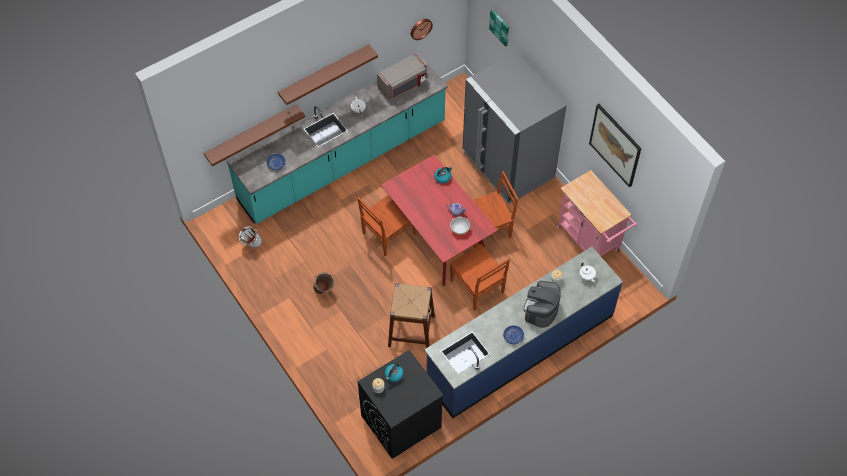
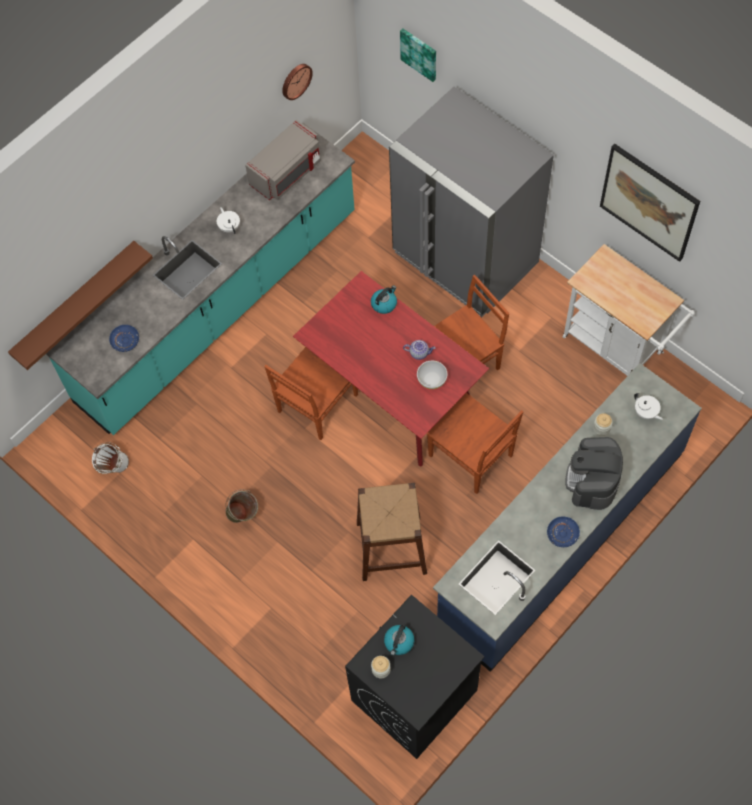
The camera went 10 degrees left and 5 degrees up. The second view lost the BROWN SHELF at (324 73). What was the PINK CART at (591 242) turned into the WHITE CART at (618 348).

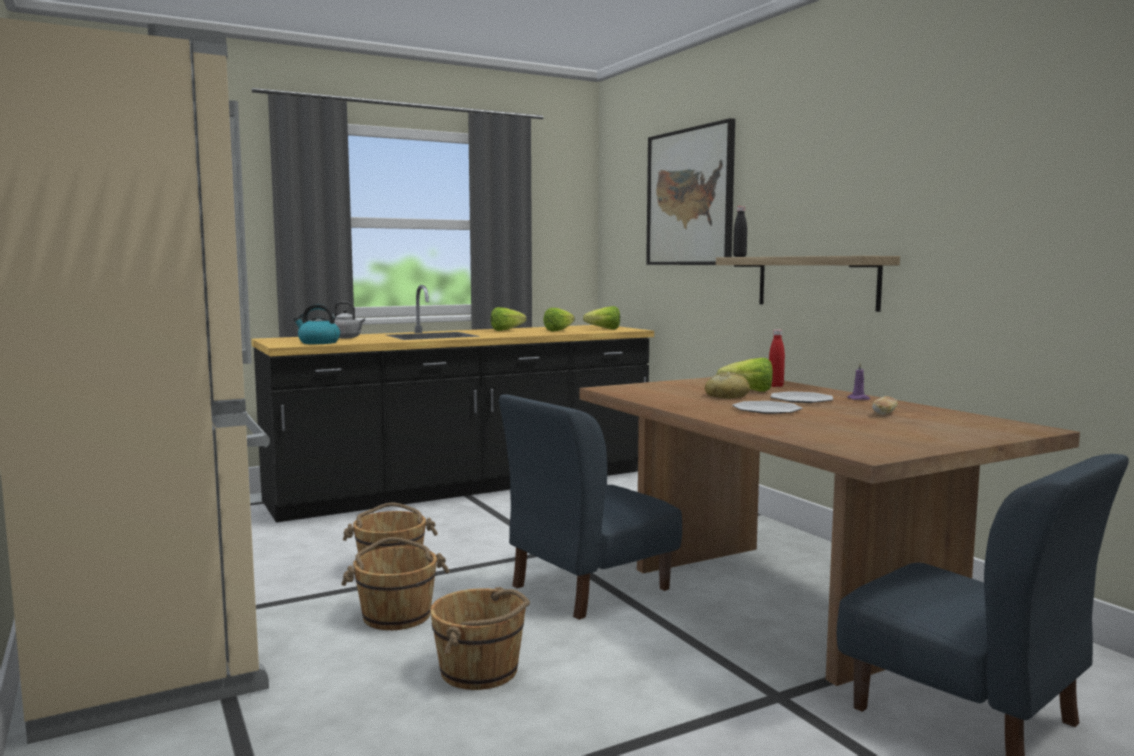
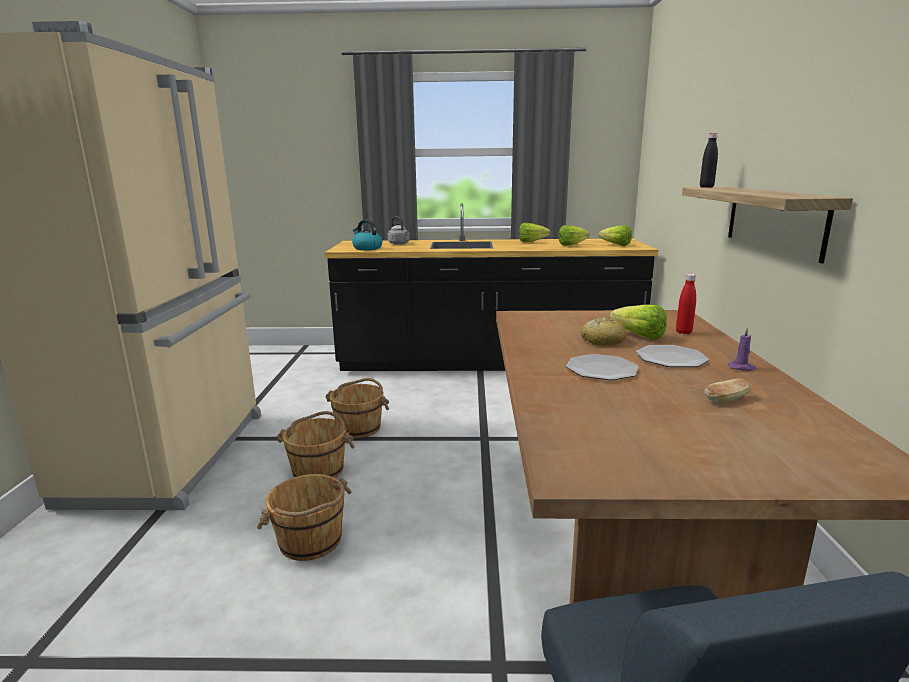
The camera went 30 degrees right and 10 degrees up. The second view lost the BLUE CHAIR at (588 587). The second view lost the PICTURE at (690 197).

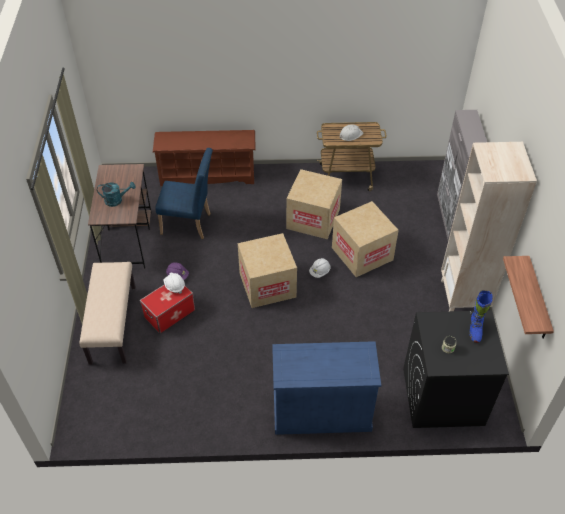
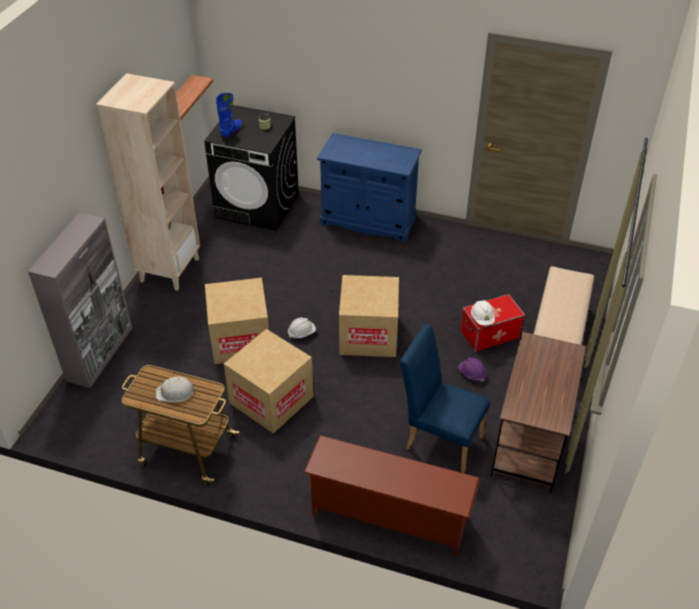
The camera went 160 degrees left and 5 degrees down. The second view lost the TURQUOISE WATERING CAN at (117 200).

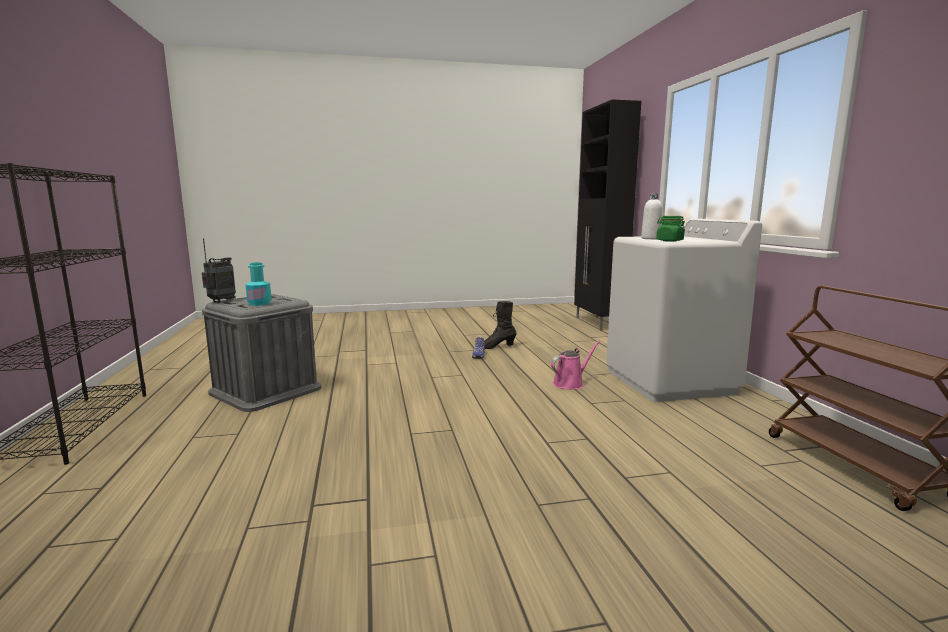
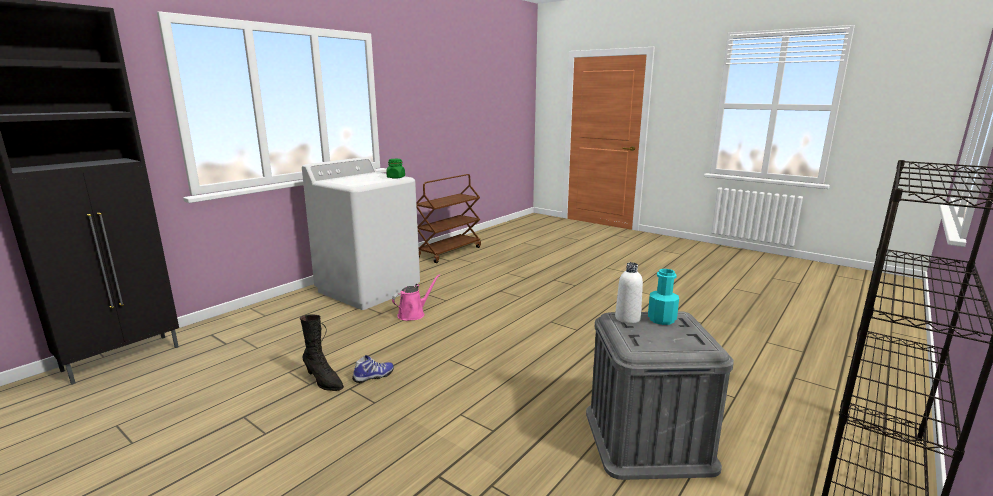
The camera went 130 degrees left and 5 degrees up. The second view lost the RADIO at (222 301). The PINK WATERING CAN at (570 383) ended up facing another way, 120 degrees clockwise from before. The WHITE BOTTLE ended up elsewhere, having gone from (650 238) to (627 318).

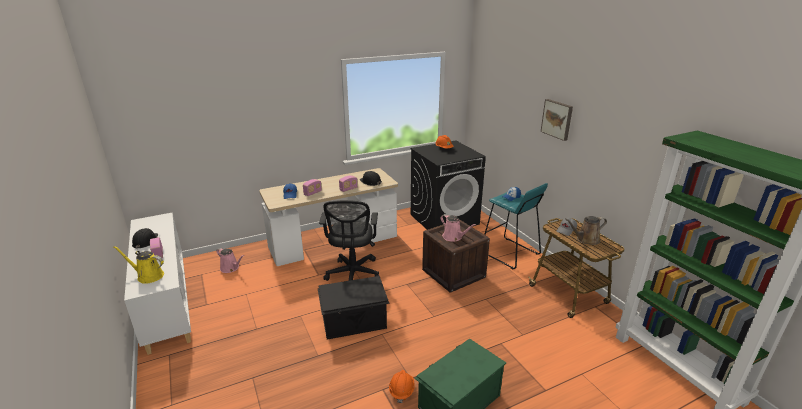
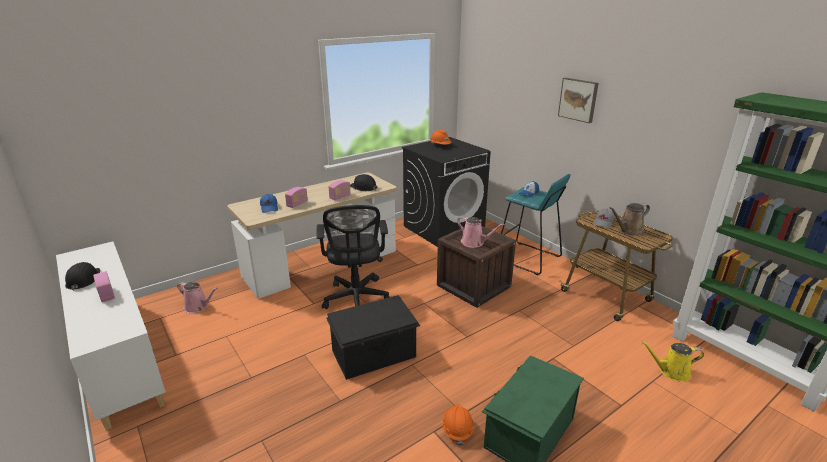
The camera went 10 degrees left and 0 degrees up. The YELLOW WATERING CAN ended up elsewhere, having gone from (148 276) to (671 371).

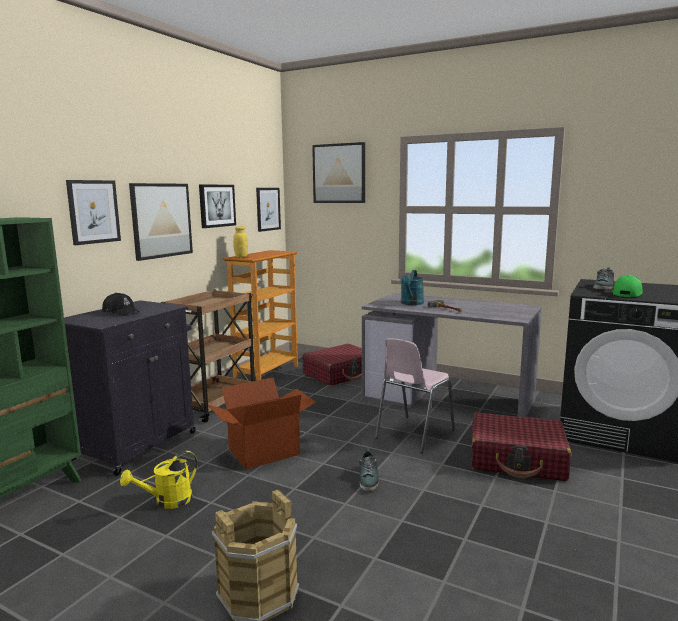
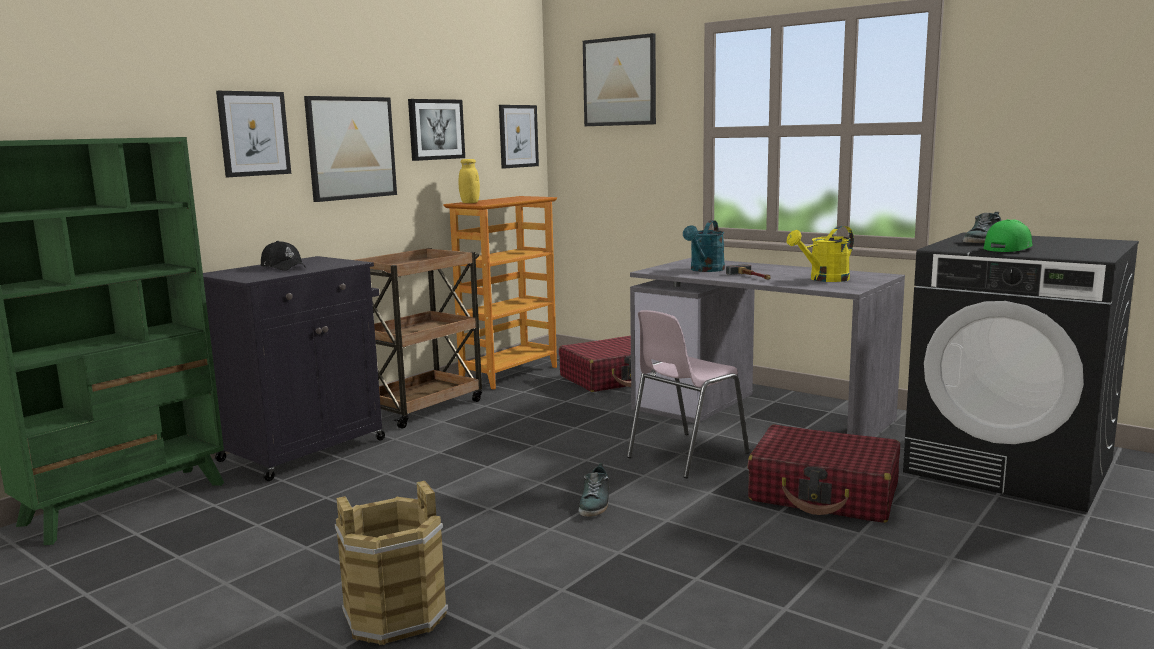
The camera went 10 degrees right and 0 degrees up. The YELLOW WATERING CAN ended up elsewhere, having gone from (167 502) to (824 279). The second view lost the CARDBOARD BOX at (263 451).

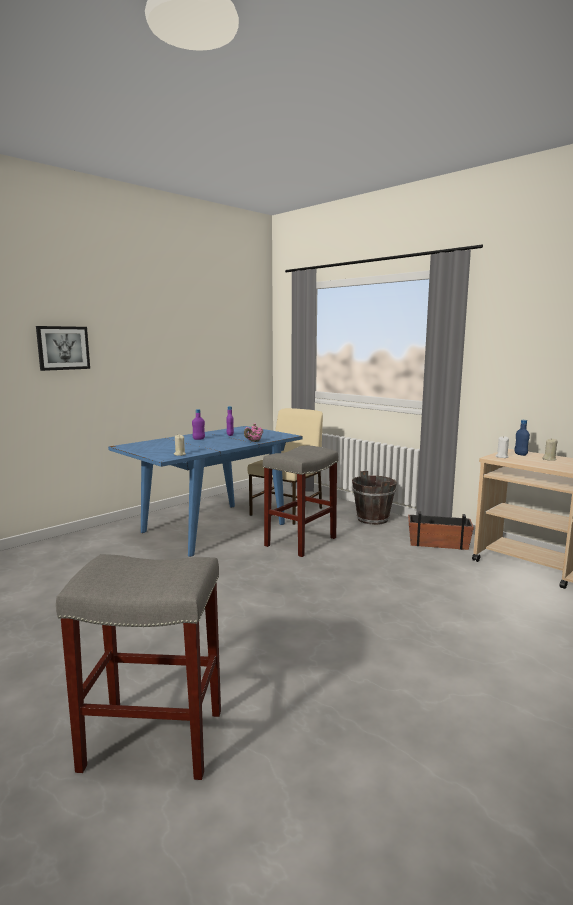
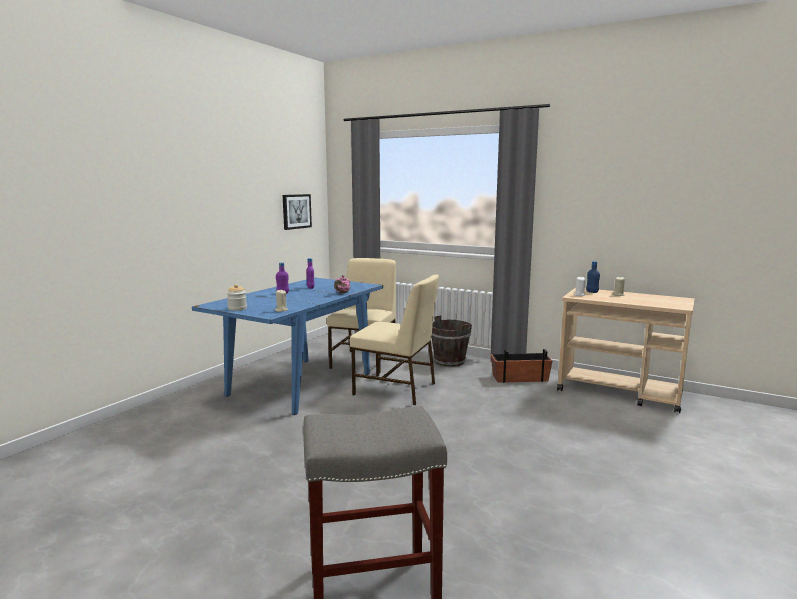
The camera went 15 degrees left and 0 degrees up. The PICTURE ended up elsewhere, having gone from (63 348) to (296 211). Where the GREY STOOL stood at (300 542), the BEIGE CHAIR came to stand at (396 389). The second view gained the JAR at (237 308).

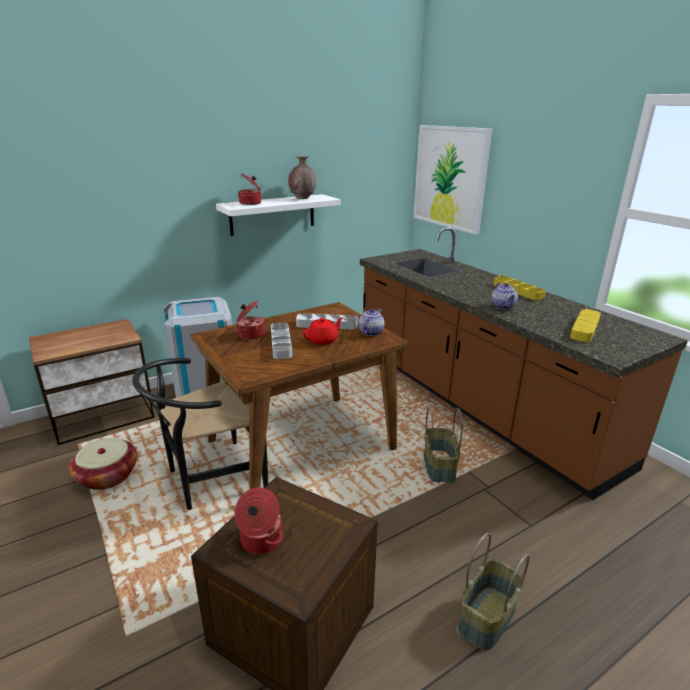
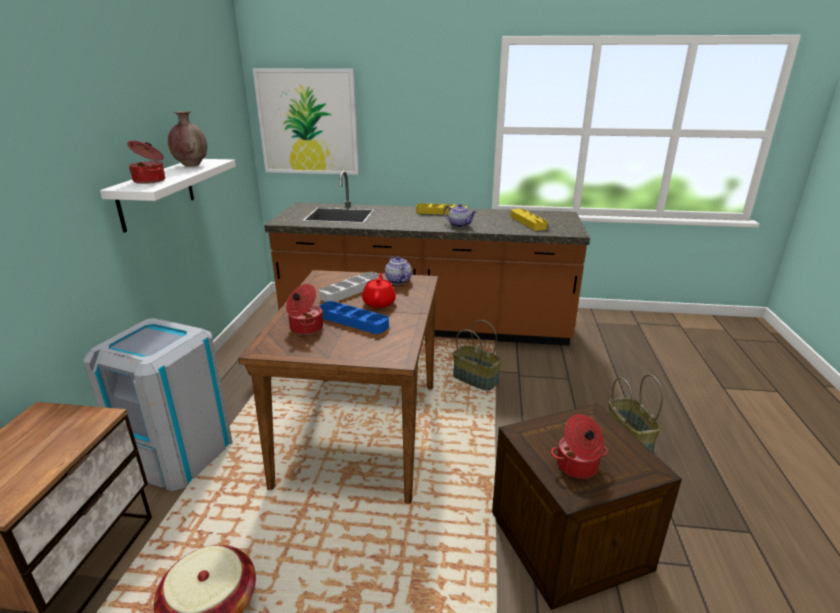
The camera went 50 degrees left and 0 degrees up. The second view lost the BLACK CHAIR at (208 480). What was the GREY TRAY at (281 343) turned into the BLUE TRAY at (353 321).

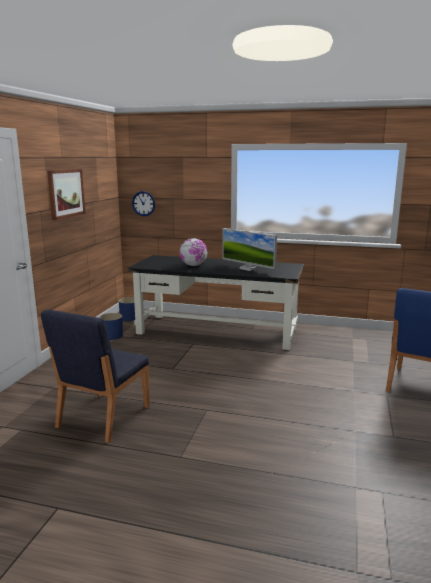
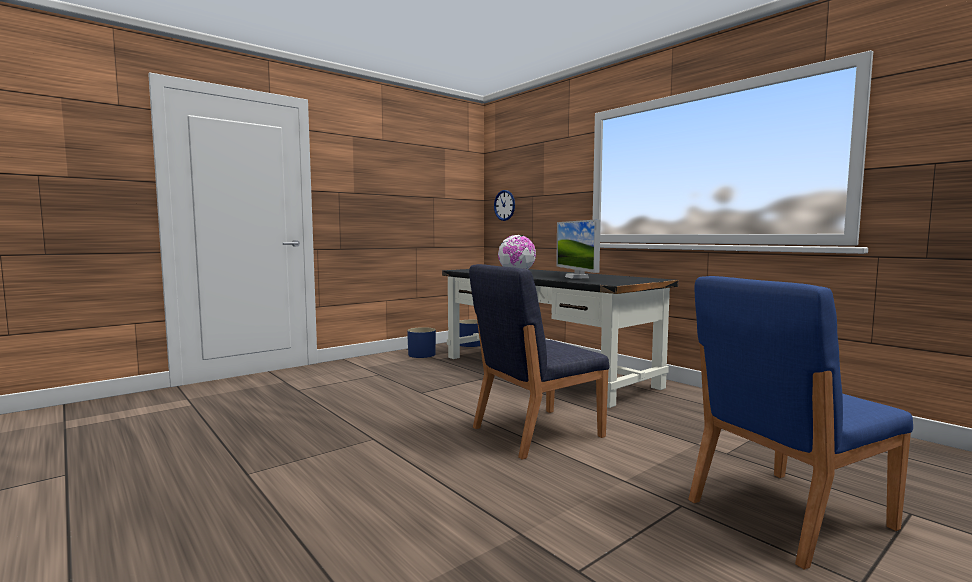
The camera went 35 degrees right and 10 degrees down. The BLUE CHAIR ended up elsewhere, having gone from (102 417) to (535 432). The second view lost the PICTURE at (66 193).

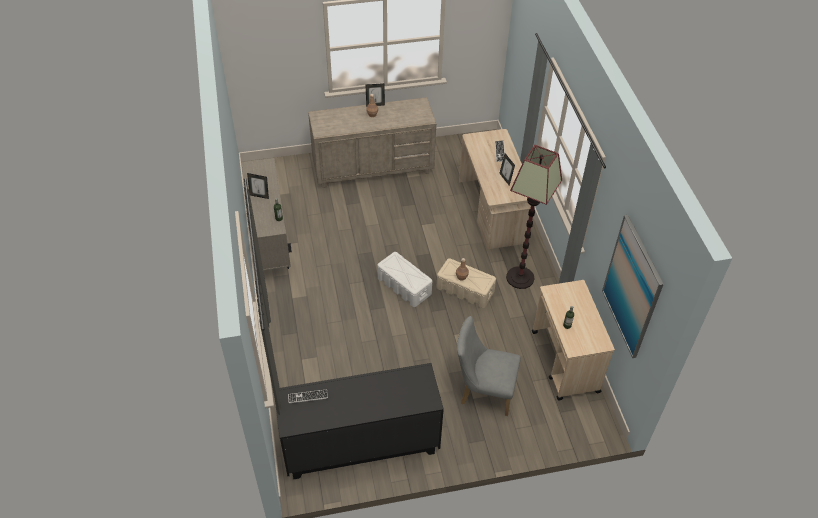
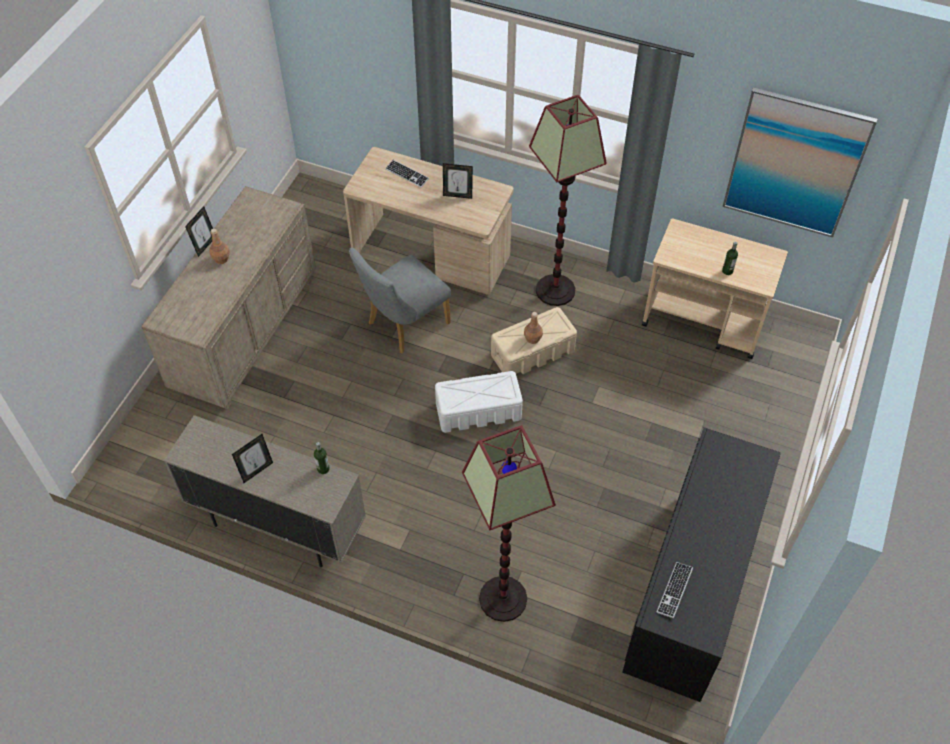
The camera went 55 degrees left and 5 degrees up. The GREY CHAIR ended up elsewhere, having gone from (483 391) to (403 326). The second view gained the FLOOR LAMP at (502 599).

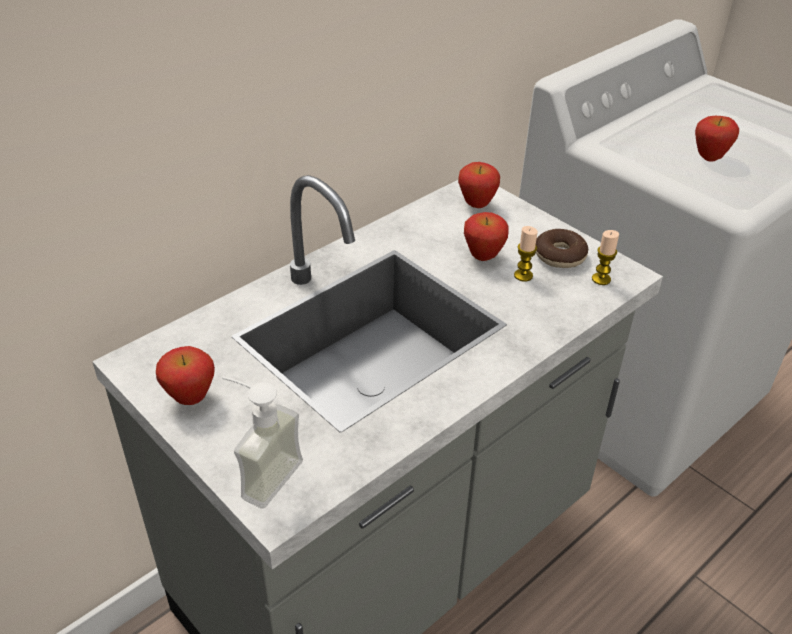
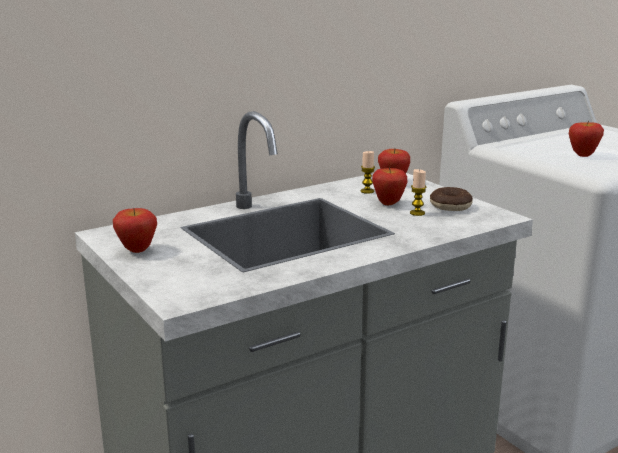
The camera went 10 degrees right and 20 degrees down. The second view lost the SOAP DISPENSER at (260 474). The CANDLE ended up elsewhere, having gone from (601 279) to (367 191).

